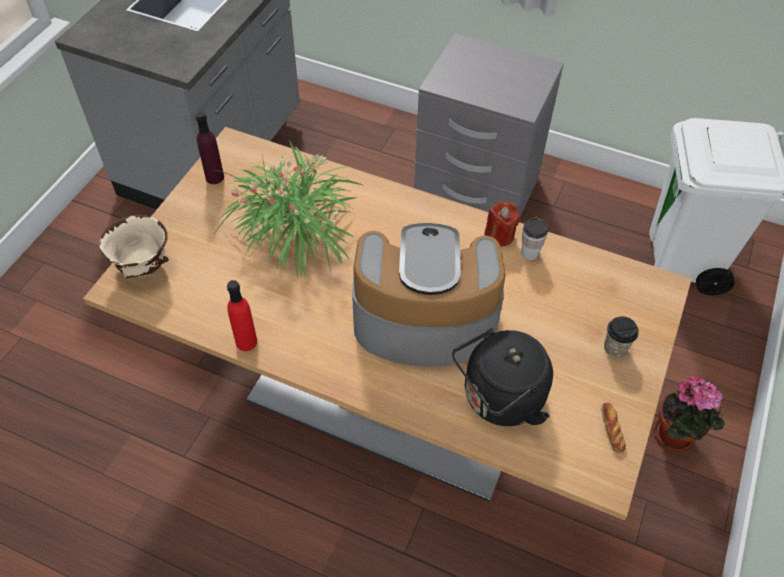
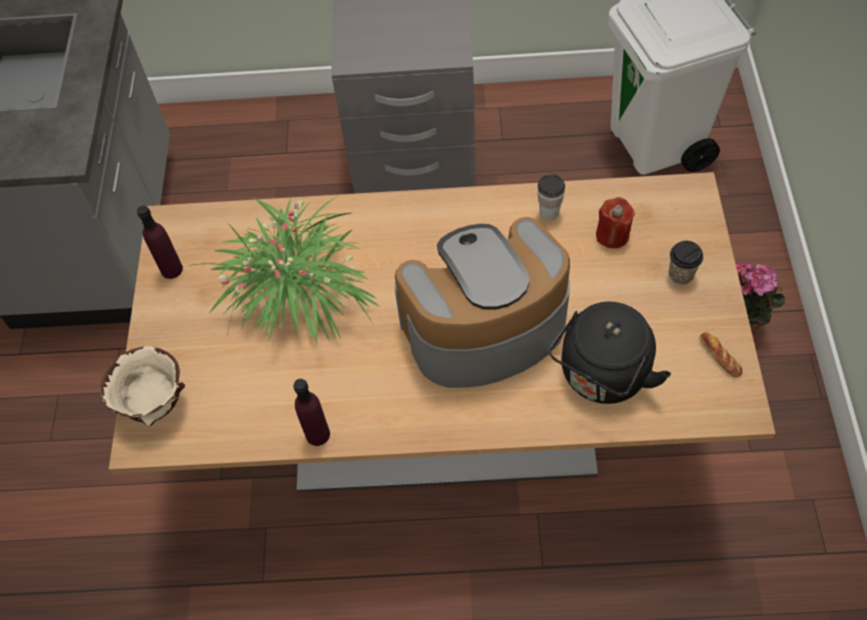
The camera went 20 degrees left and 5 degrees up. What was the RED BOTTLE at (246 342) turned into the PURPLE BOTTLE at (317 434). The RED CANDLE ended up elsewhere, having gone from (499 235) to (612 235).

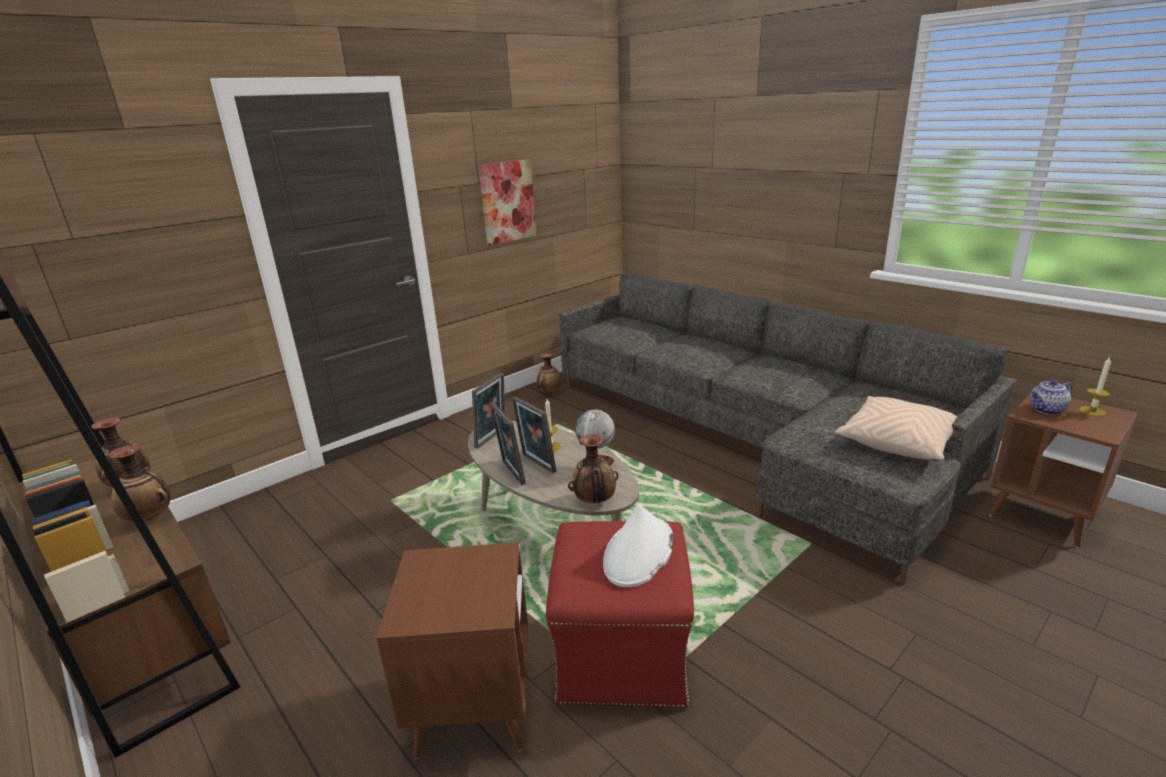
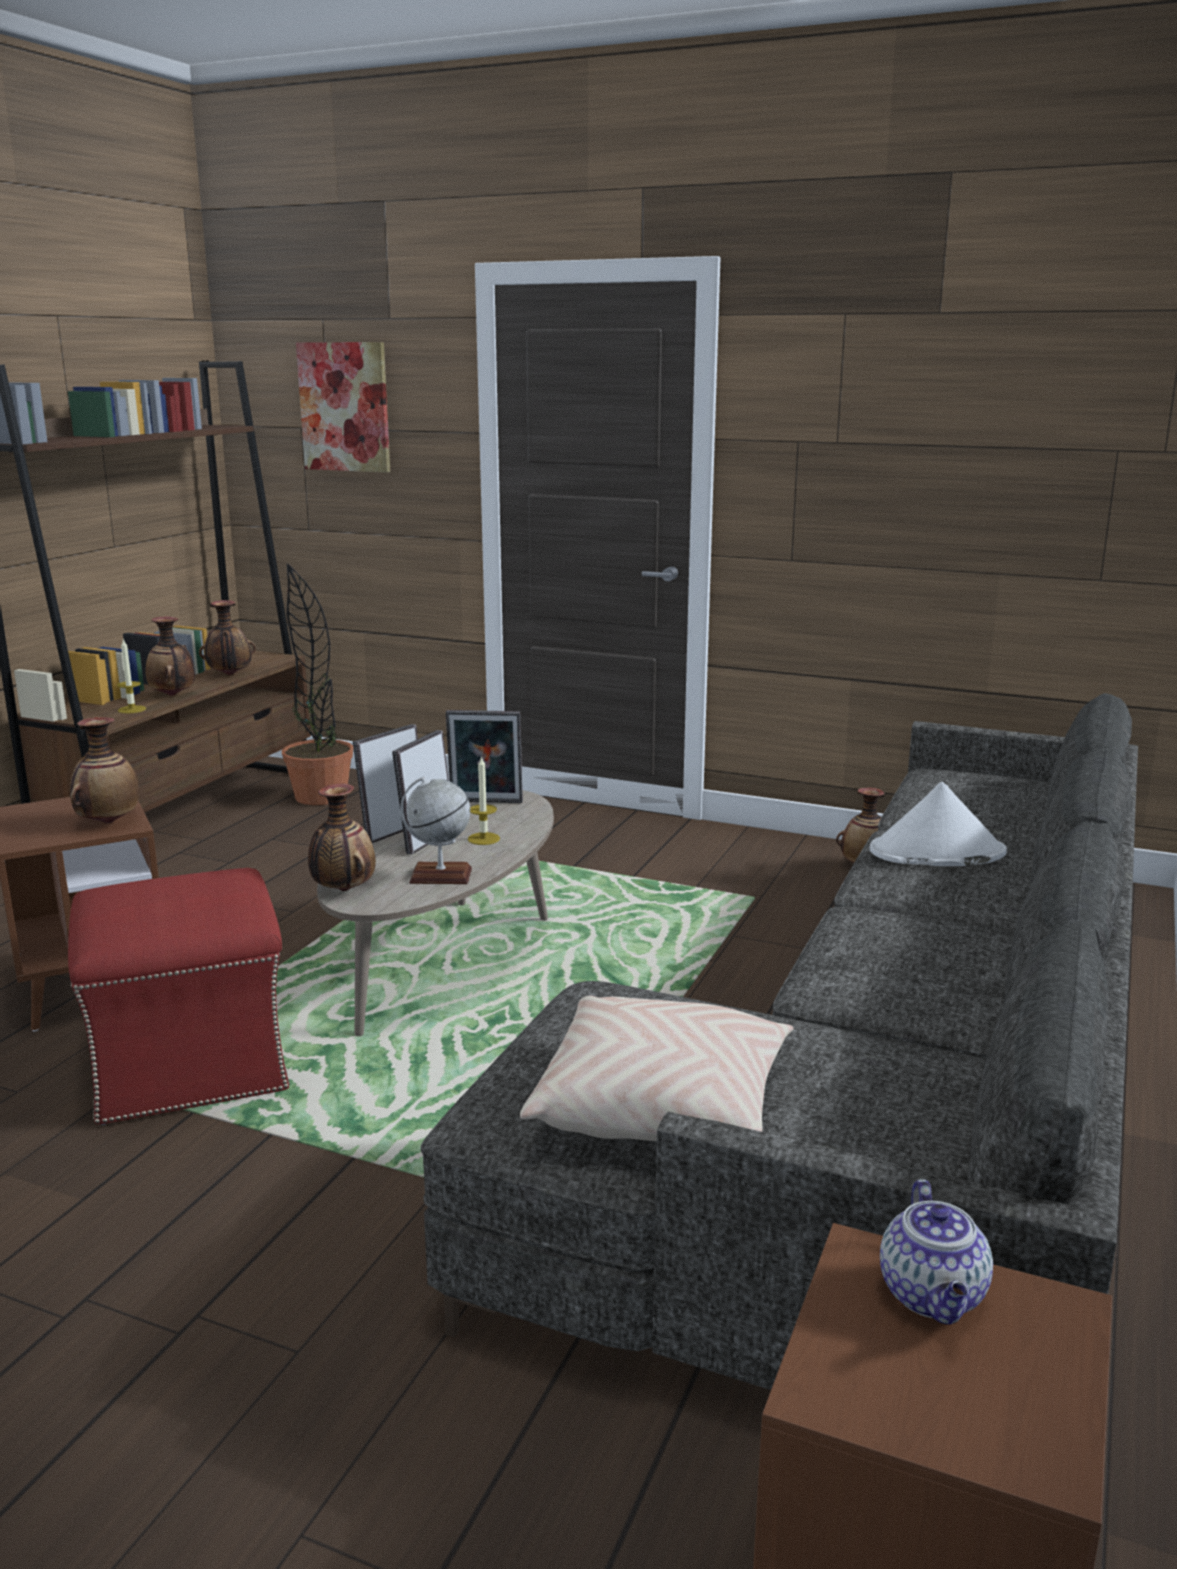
The camera went 65 degrees right and 5 degrees down. The PICTURE ended up elsewhere, having gone from (507 202) to (345 407). The WHITE HAT ended up elsewhere, having gone from (638 553) to (936 852). The TEAPOT at (1046 410) ended up facing another way, 135 degrees counterclockwise from before. The CANDLE ended up elsewhere, having gone from (1092 411) to (132 709). The second view gained the VASE at (108 822). The second view gained the POTTED PLANT at (321 797).

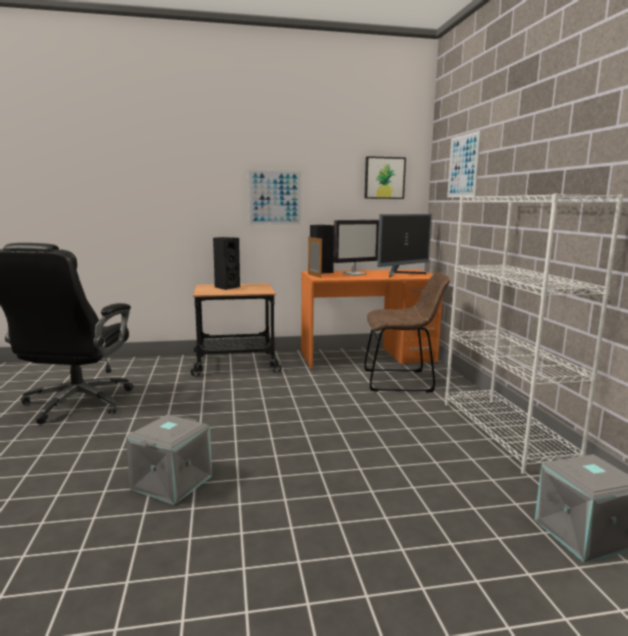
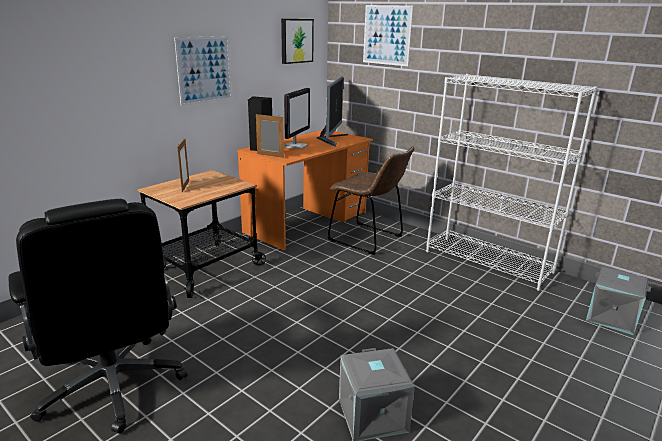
The camera went 40 degrees left and 10 degrees up. Where the BLACK SPEAKER stood at (226 287), the PICTURE FRAME came to stand at (185 186). The BROWN CHAIR at (402 381) ended up facing another way, 75 degrees clockwise from before.

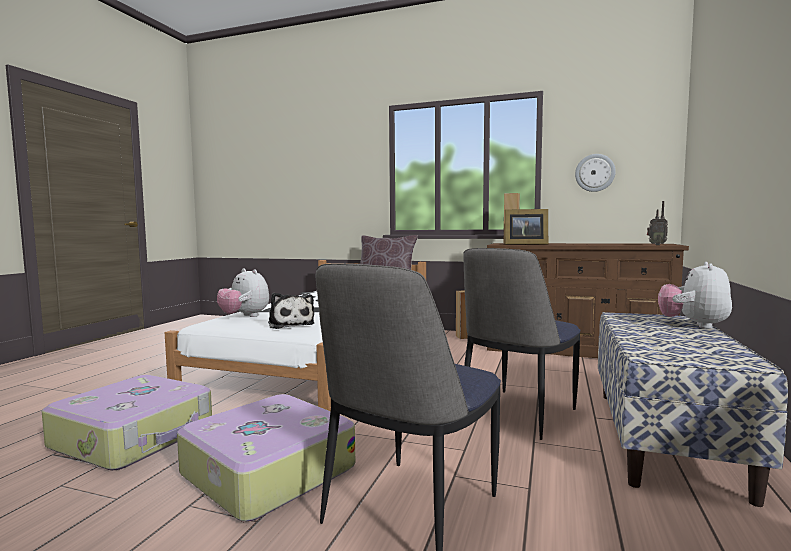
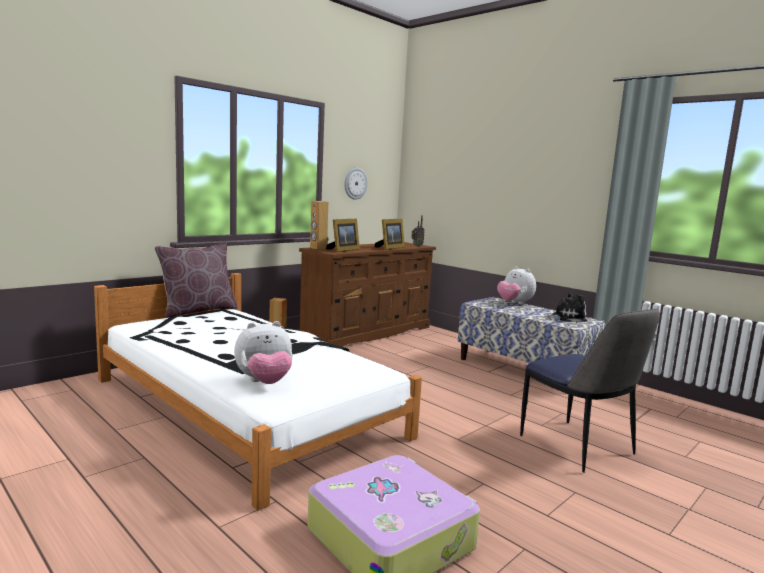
The camera went 65 degrees left and 5 degrees up. The second view lost the SUITCASE at (266 471). The PLUSH TOY ended up elsewhere, having gone from (290 324) to (566 318). The second view lost the CHAIR at (516 414). The second view gained the PICTURE FRAME at (390 248).

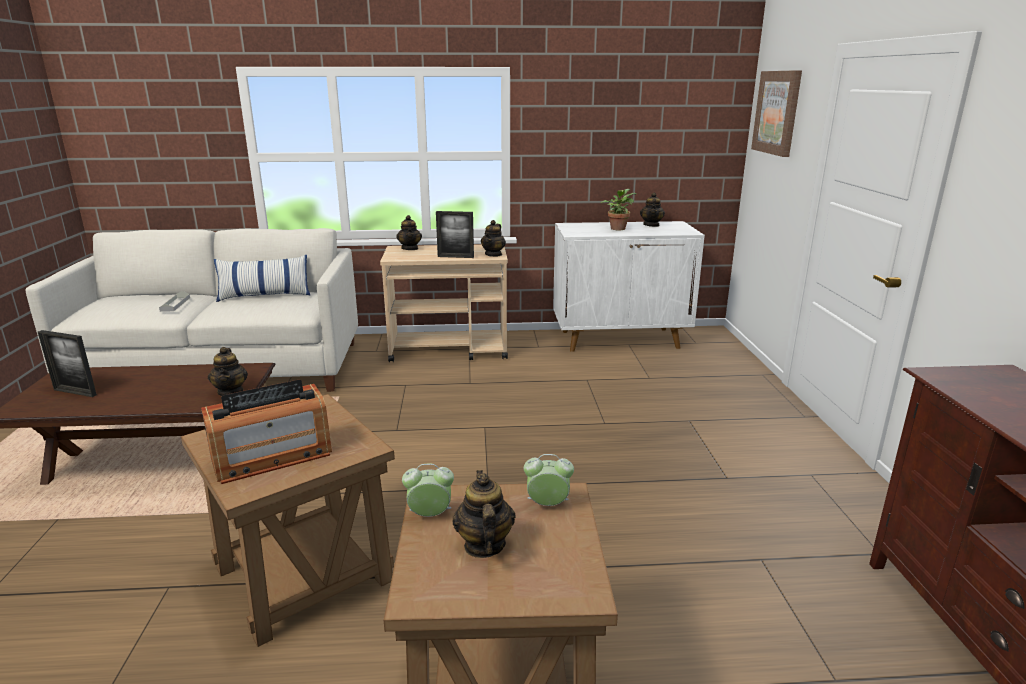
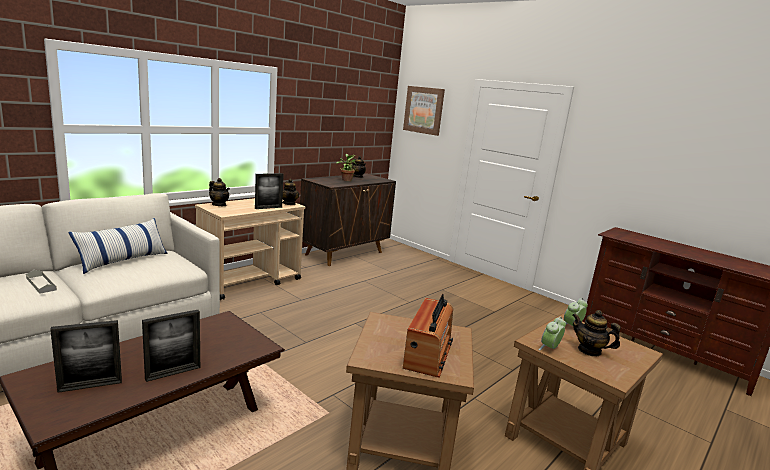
The camera went 45 degrees left and 5 degrees down. The second view lost the TEAPOT at (231 392). What was the WHITE CABINET at (620 339) turned into the BROWN CABINET at (345 253). The second view gained the PICTURE FRAME at (173 373).

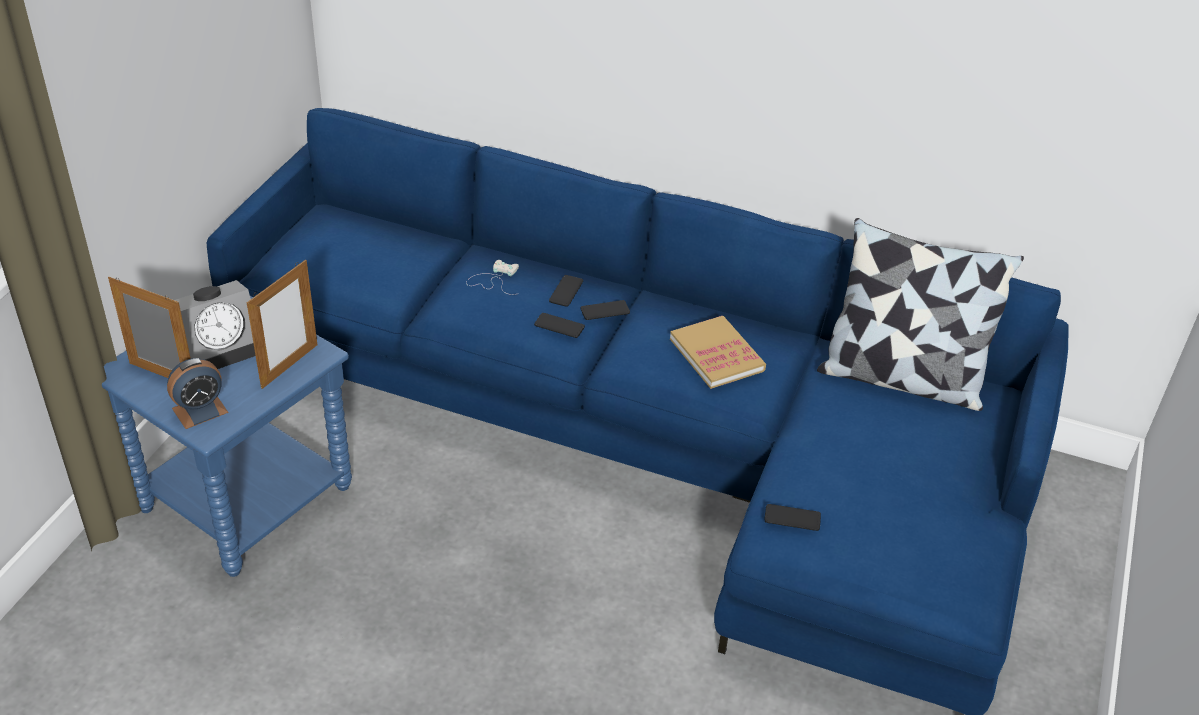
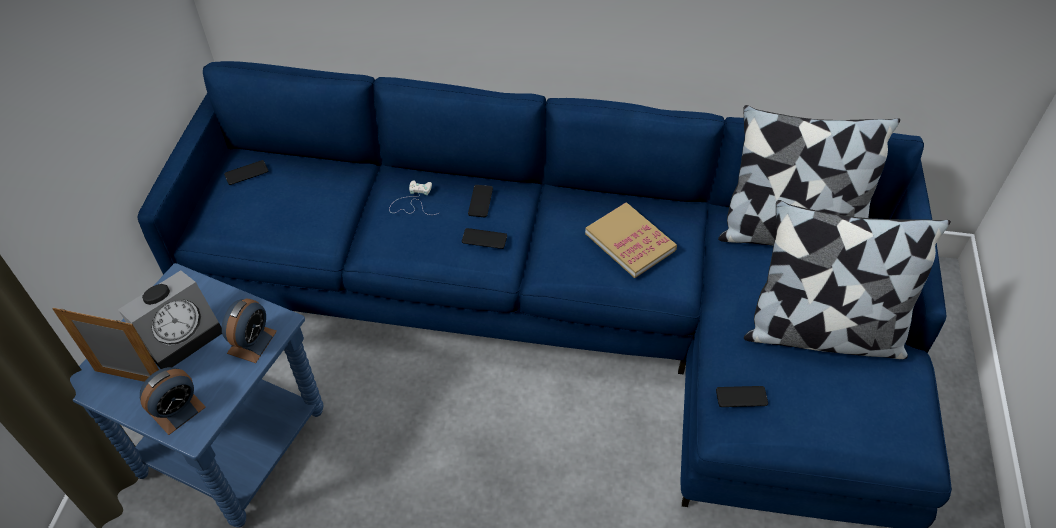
The camera went 10 degrees left and 10 degrees up. Where the PICTURE FRAME stood at (289 366), the ALARM CLOCK came to stand at (252 342). The PHONE ended up elsewhere, having gone from (605 311) to (246 173). The second view gained the PILLOW at (822 332).

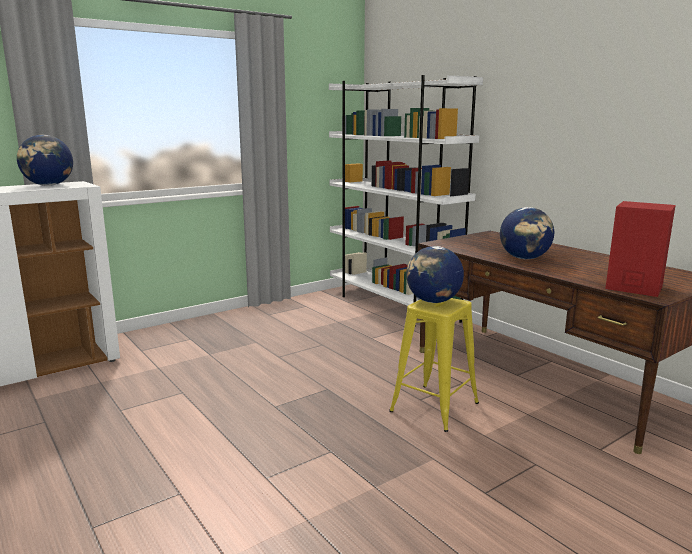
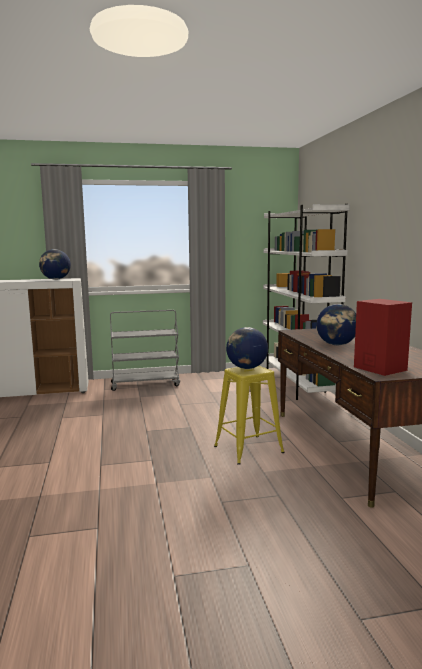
The camera went 25 degrees right and 5 degrees down. The second view gained the GREY CART at (146 384).

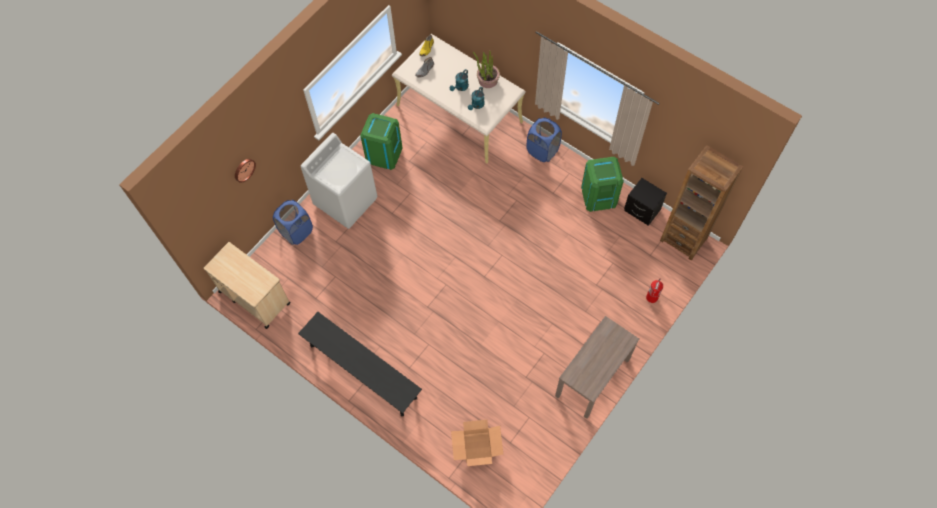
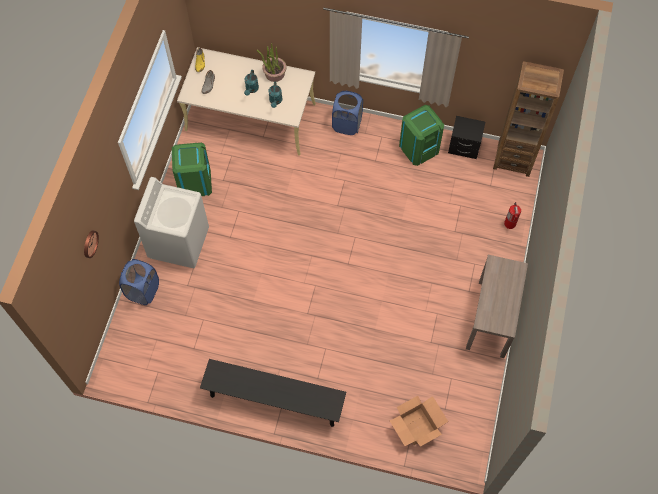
The camera went 25 degrees left and 0 degrees up. The second view lost the BEIGE CART at (254 297).

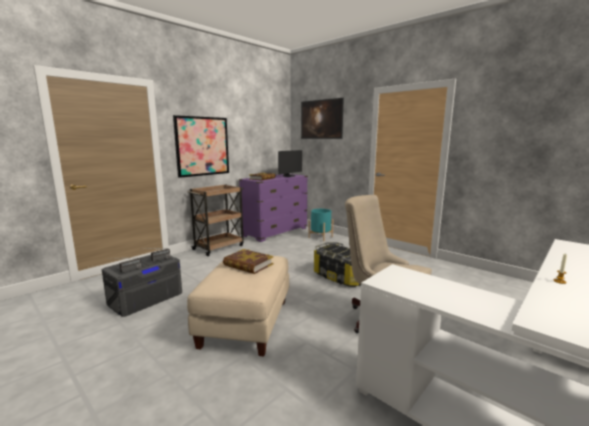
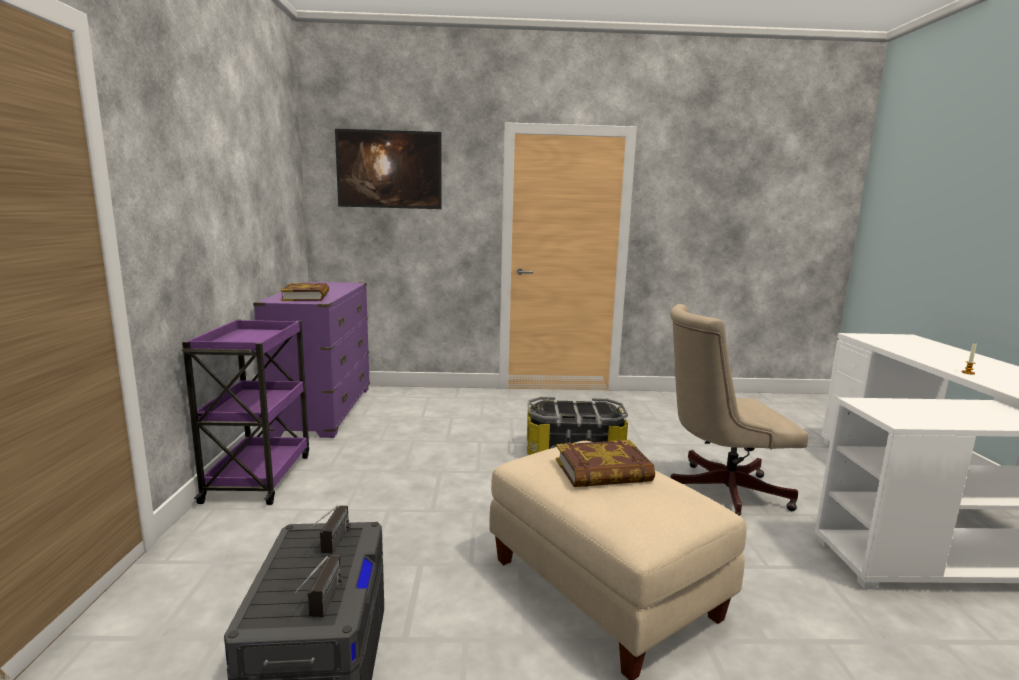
The camera went 45 degrees left and 0 degrees up. The second view lost the PICTURE at (202 146). What was the BROWN CART at (219 247) turned into the PURPLE CART at (259 476). The second view lost the MONITOR at (289 176). The second view lost the TURQUOISE PLANTER at (320 237).

